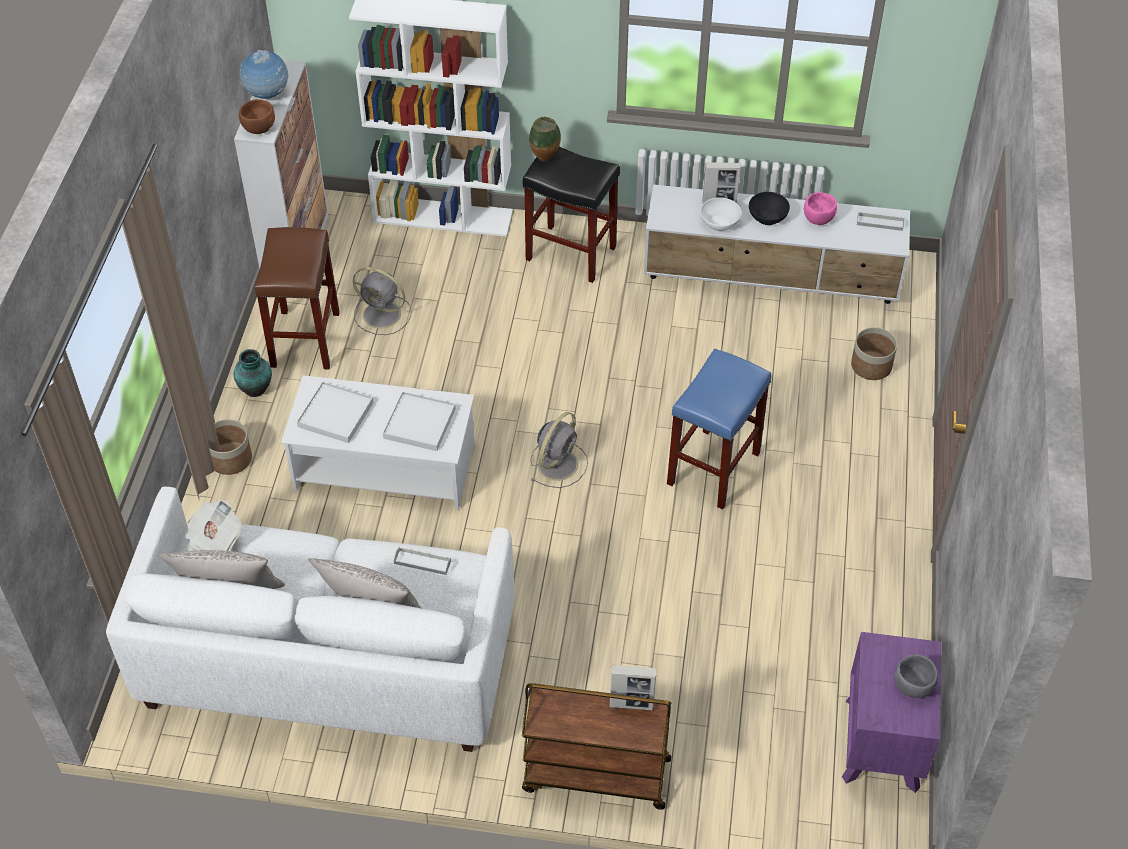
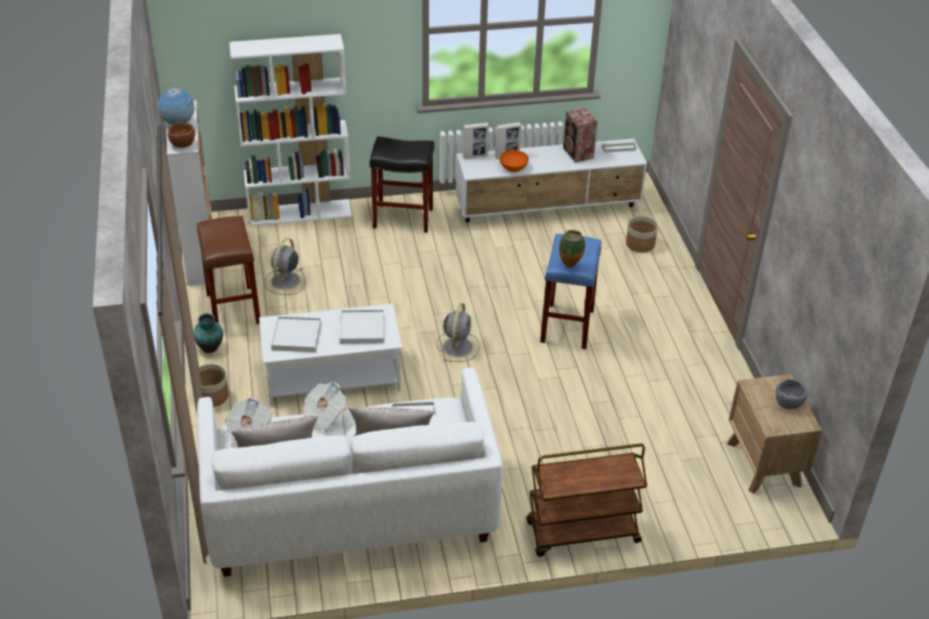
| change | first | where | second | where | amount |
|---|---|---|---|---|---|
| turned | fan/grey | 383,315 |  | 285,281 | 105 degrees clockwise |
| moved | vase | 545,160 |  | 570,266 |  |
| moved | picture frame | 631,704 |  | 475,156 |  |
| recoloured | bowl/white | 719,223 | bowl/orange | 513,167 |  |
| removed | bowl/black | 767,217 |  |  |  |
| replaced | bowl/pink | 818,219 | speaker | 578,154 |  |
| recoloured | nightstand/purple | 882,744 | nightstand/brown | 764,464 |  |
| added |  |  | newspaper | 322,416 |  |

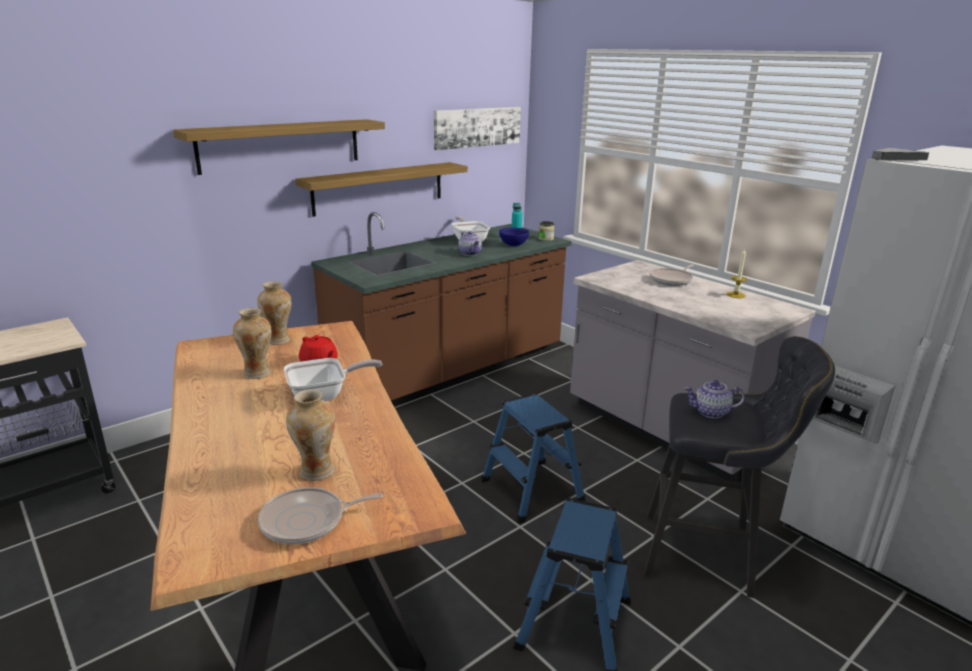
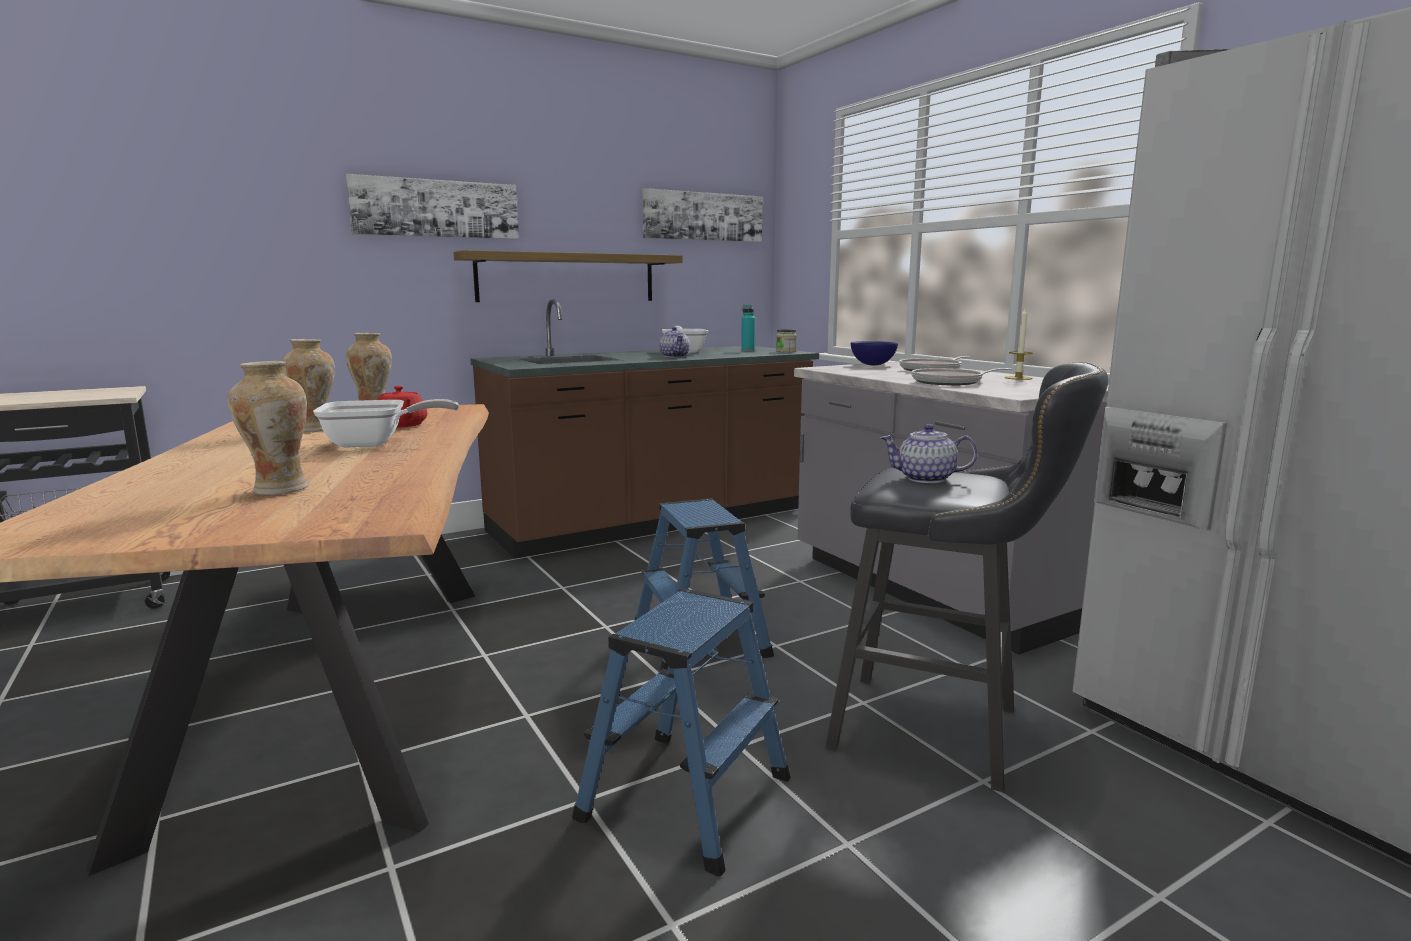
| change | first | where | second | where | amount |
|---|---|---|---|---|---|
| replaced | shelf | 281,145 | picture | 436,208 |  |
| moved | frying pan | 307,521 |  | 950,382 |  |
| moved | bowl/blue | 513,245 |  | 873,365 |  |

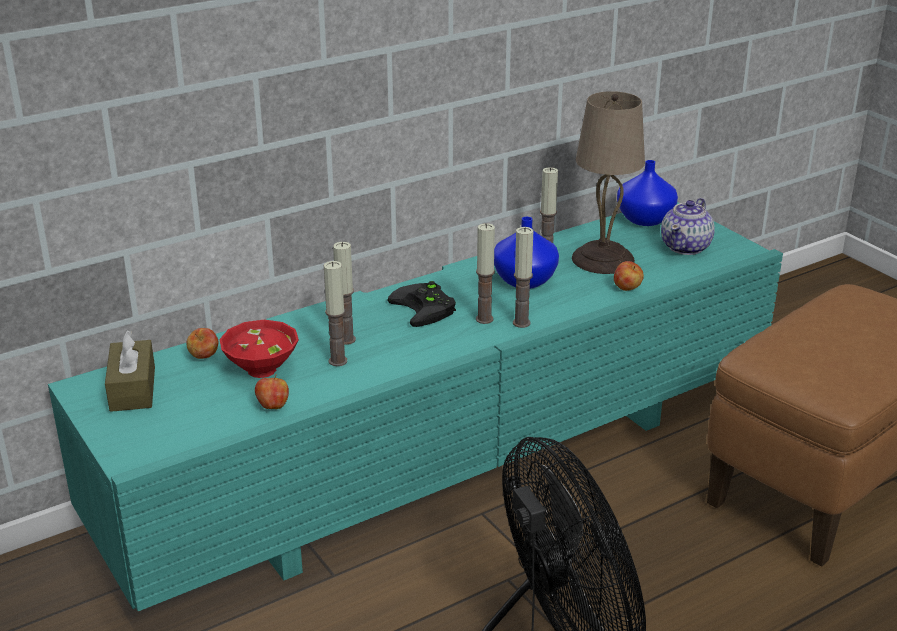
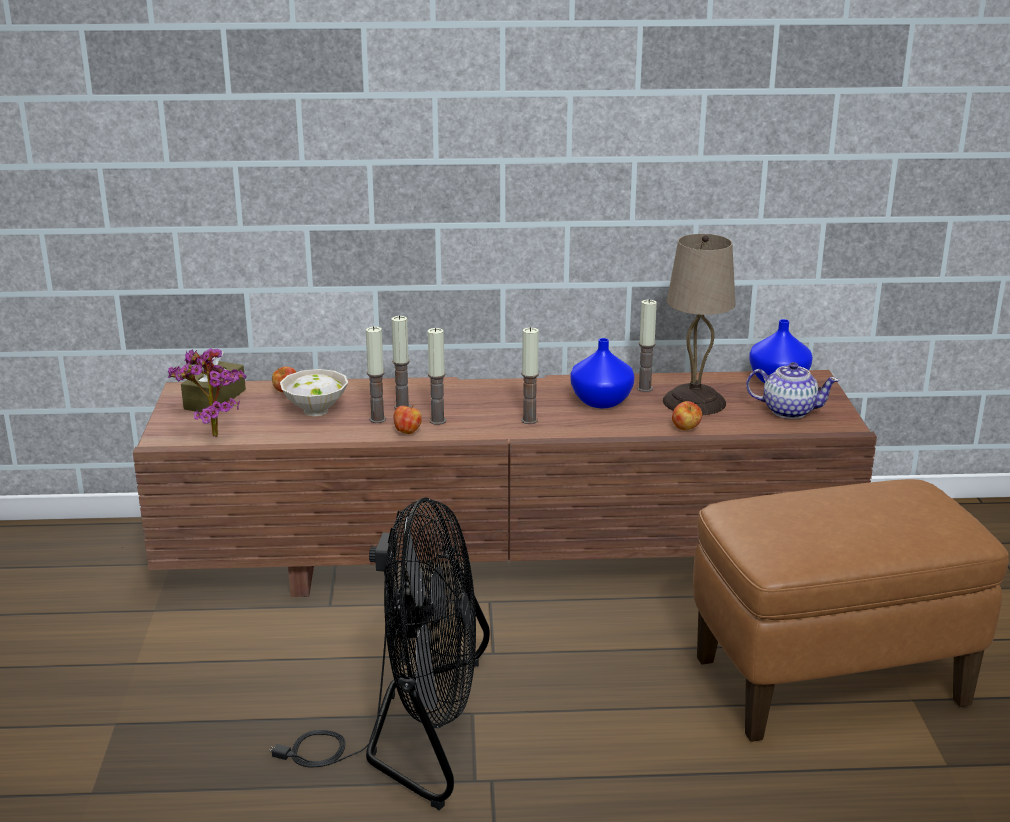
| change | first | where | second | where | amount |
|---|---|---|---|---|---|
| recoloured | tv stand/turquoise | 447,458 | tv stand/brown | 504,553 |  |
| recoloured | bowl/red | 260,370 | bowl/white | 314,411 |  |
| moved | apple | 273,406 |  | 407,432 |  |
| removed | game controller/black | 426,309 |  |  |  |
| moved | candle | 521,323 |  | 437,421 |  |
| turned | teapot | 686,247 |  | 788,411 | 135 degrees counterclockwise |
| added |  |  | potted plant | 211,433 |  |

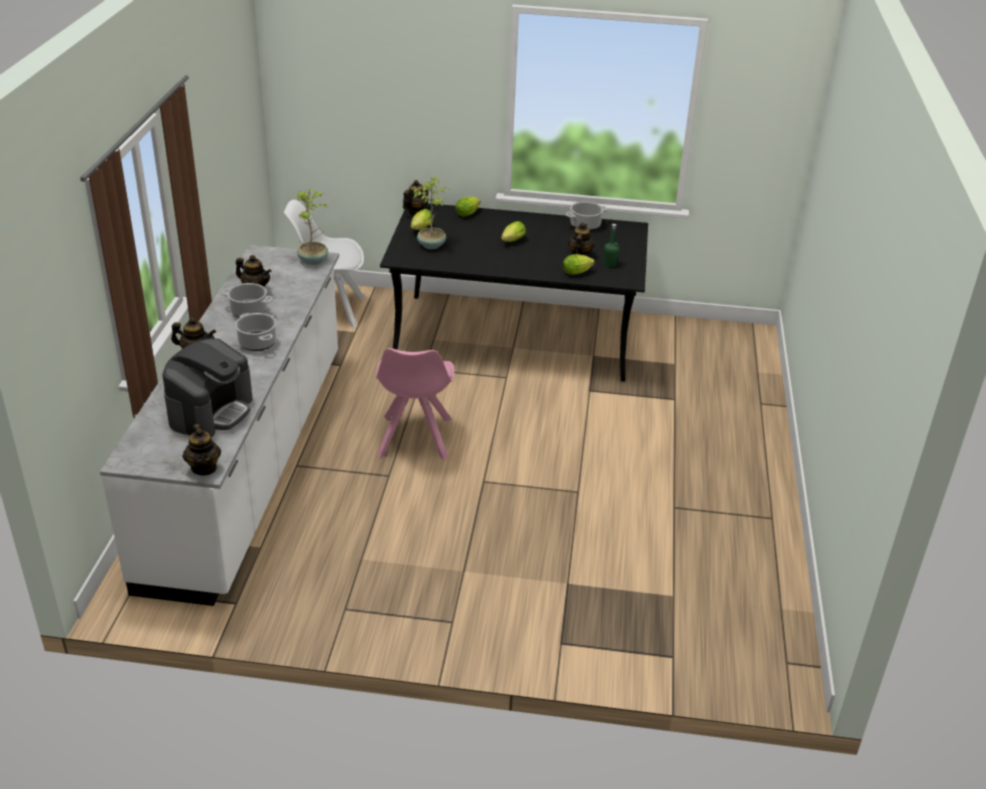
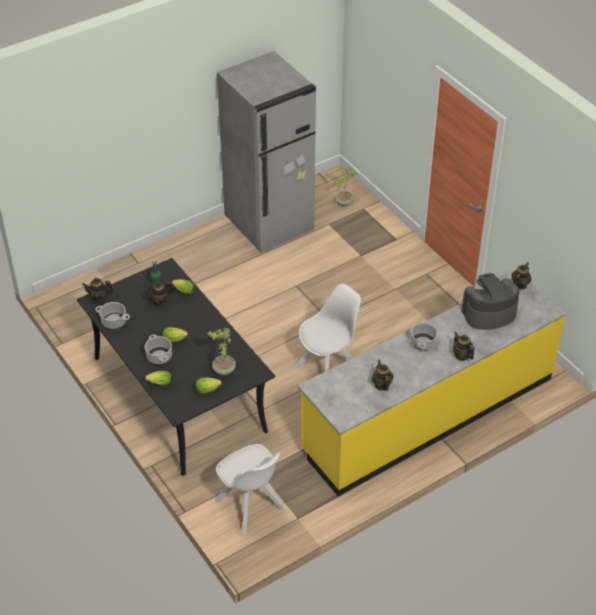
| change | first | where | second | where | amount |
|---|---|---|---|---|---|
| recoloured | counter/white | 250,463 | counter/yellow | 428,413 |  |
| moved | cooking pot | 248,311 |  | 159,356 |  |
| moved | potted plant | 314,260 |  | 343,203 |  |
| recoloured | chair/pink | 414,438 | chair/white | 329,367 |  |
| moved | teapot | 416,211 |  | 99,298 |  |
| added |  |  | fridge/grey | 269,221 |  |

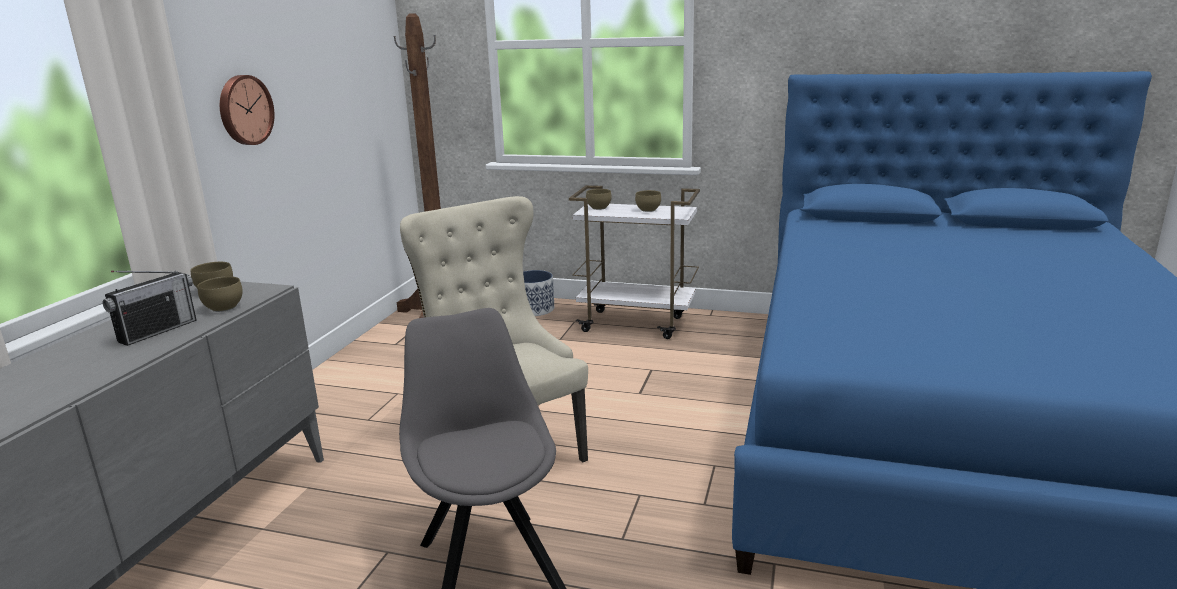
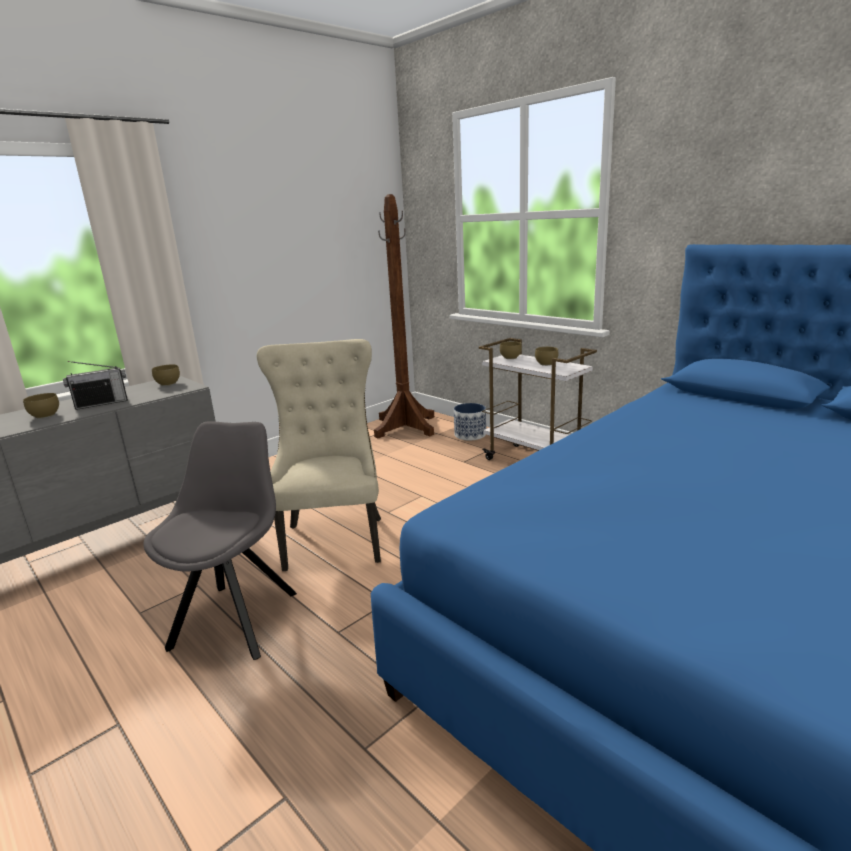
| change | first | where | second | where | amount |
|---|---|---|---|---|---|
| moved | bowl/brown | 223,307 |  | 46,415 |  |
| removed | wall clock | 244,110 |  |  |  |

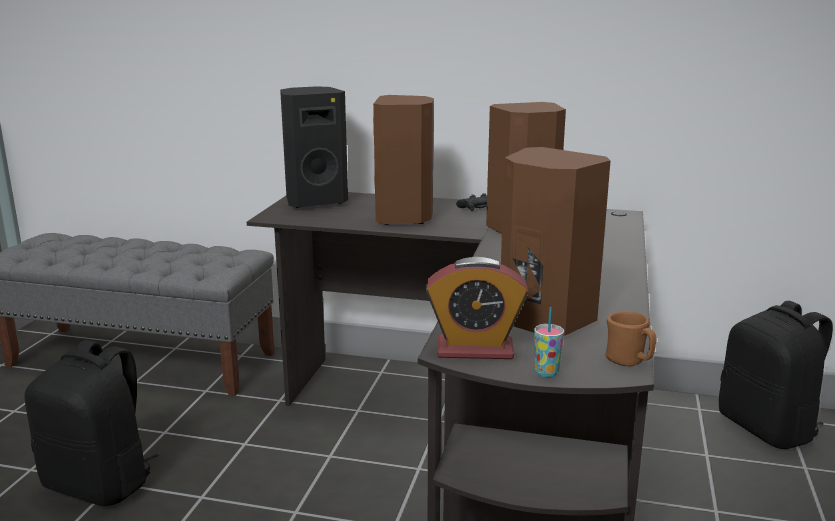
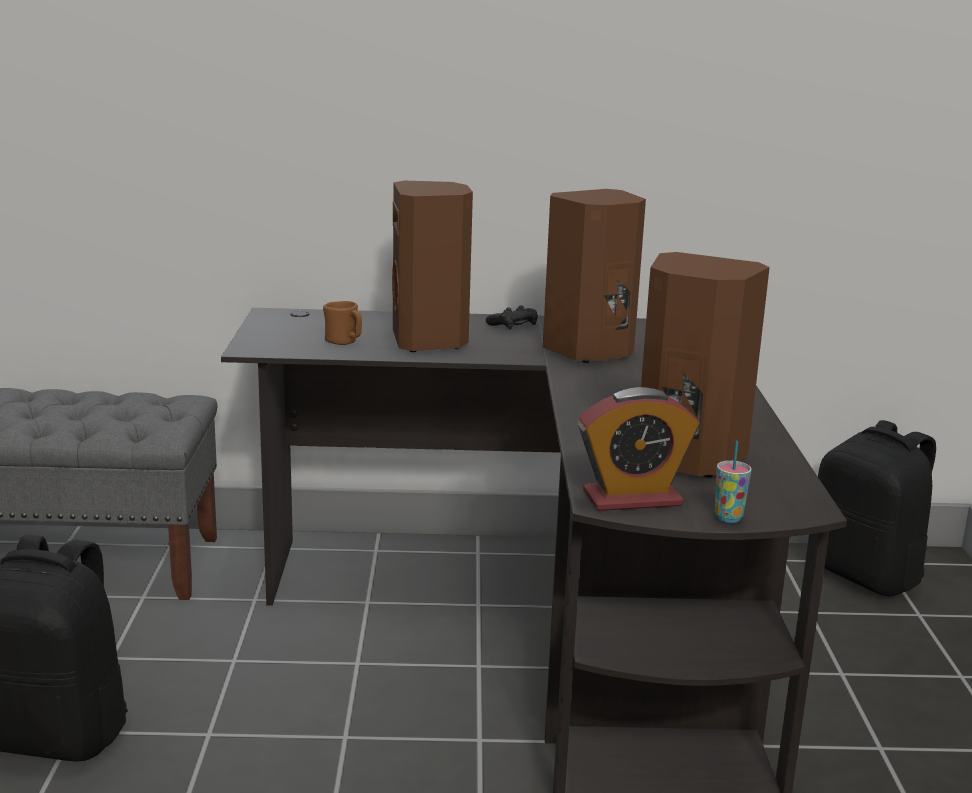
| change | first | where | second | where | amount |
|---|---|---|---|---|---|
| removed | speaker/black | 315,201 |  |  |  |
| moved | mug/brown | 629,362 |  | 344,342 |  |

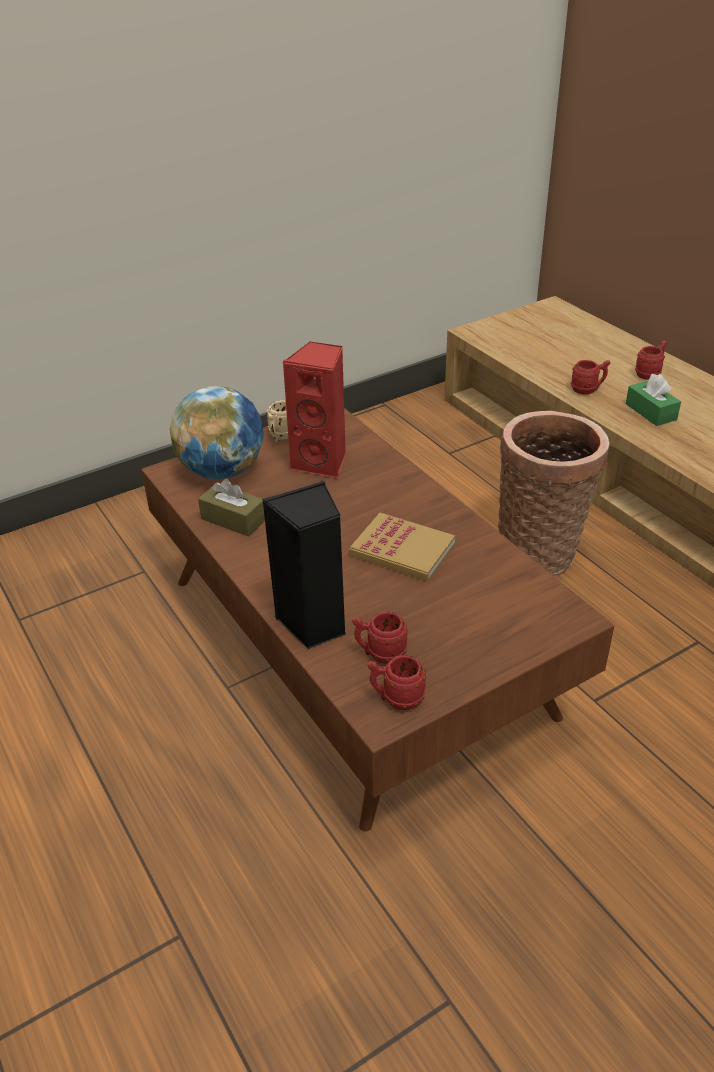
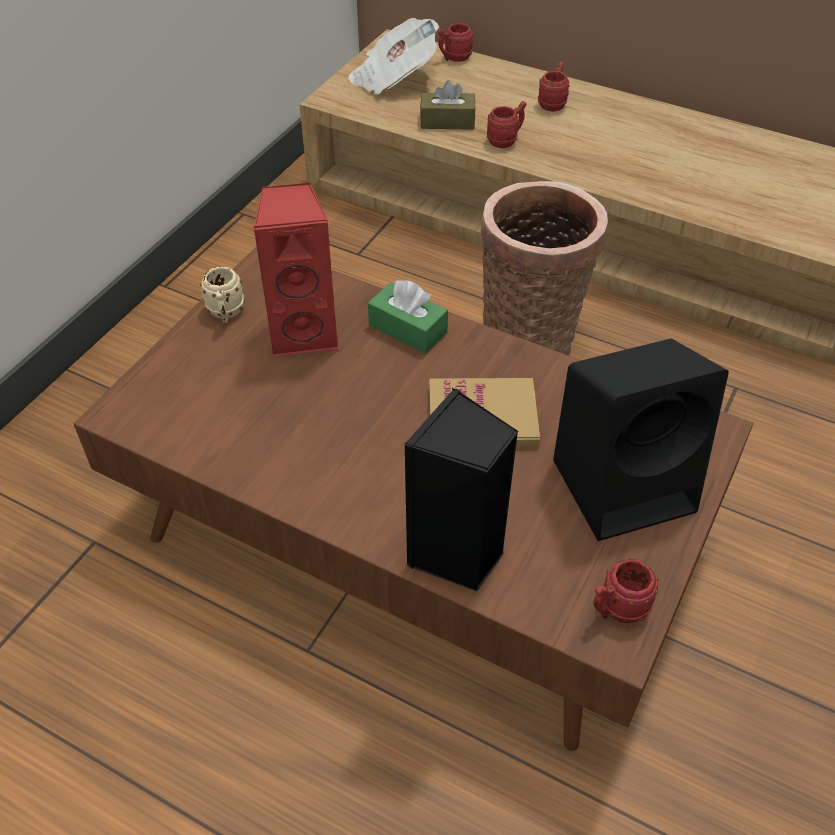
| change | first | where | second | where | amount |
|---|---|---|---|---|---|
| removed | globe | 222,471 |  |  |  |
| moved | tissue box/brown | 233,519 |  | 447,121 |  |
| moved | mug/red | 380,653 |  | 454,58 |  |
| moved | tissue box/green | 650,412 |  | 408,329 |  |
| added |  |  | newspaper | 393,78 |  |
| added |  |  | speaker/black | 626,484 |  |

